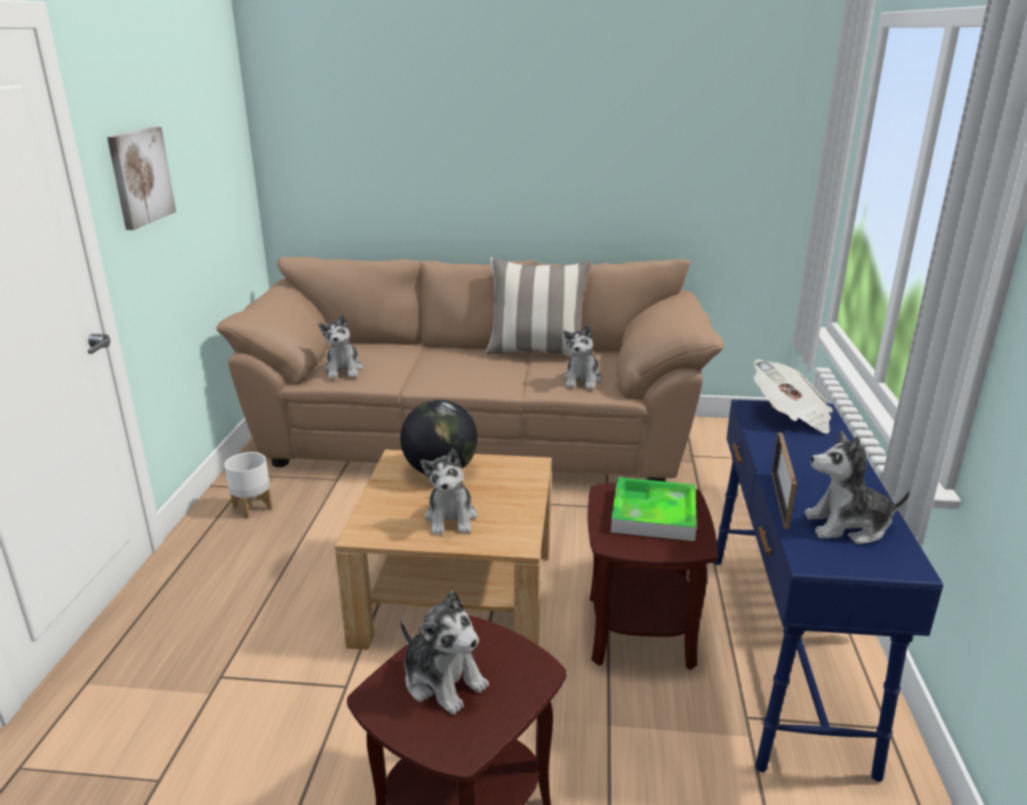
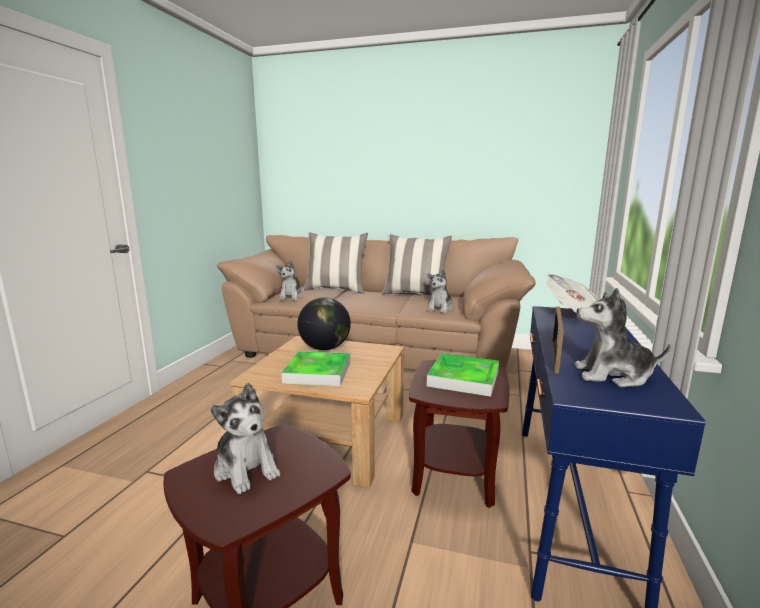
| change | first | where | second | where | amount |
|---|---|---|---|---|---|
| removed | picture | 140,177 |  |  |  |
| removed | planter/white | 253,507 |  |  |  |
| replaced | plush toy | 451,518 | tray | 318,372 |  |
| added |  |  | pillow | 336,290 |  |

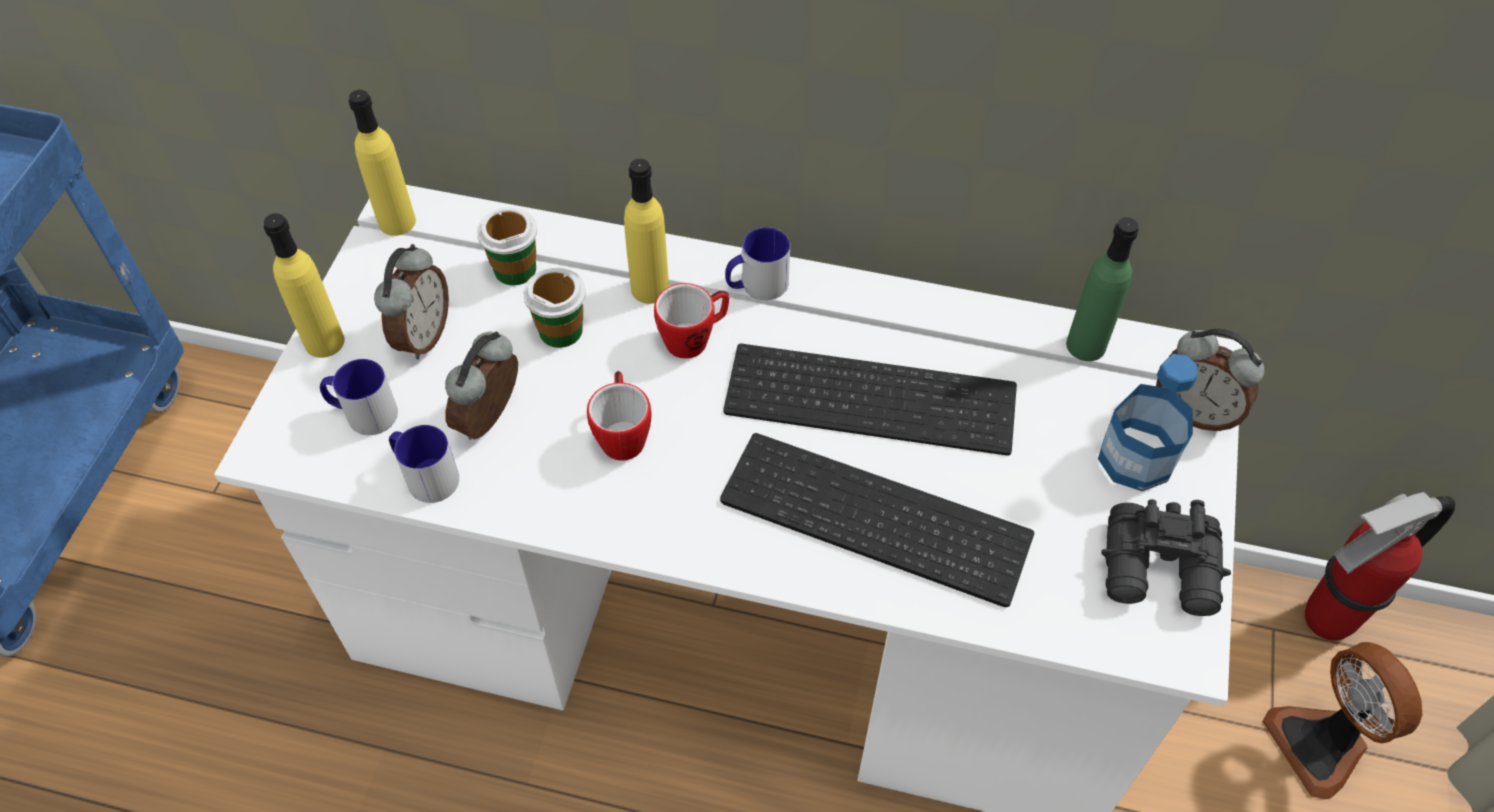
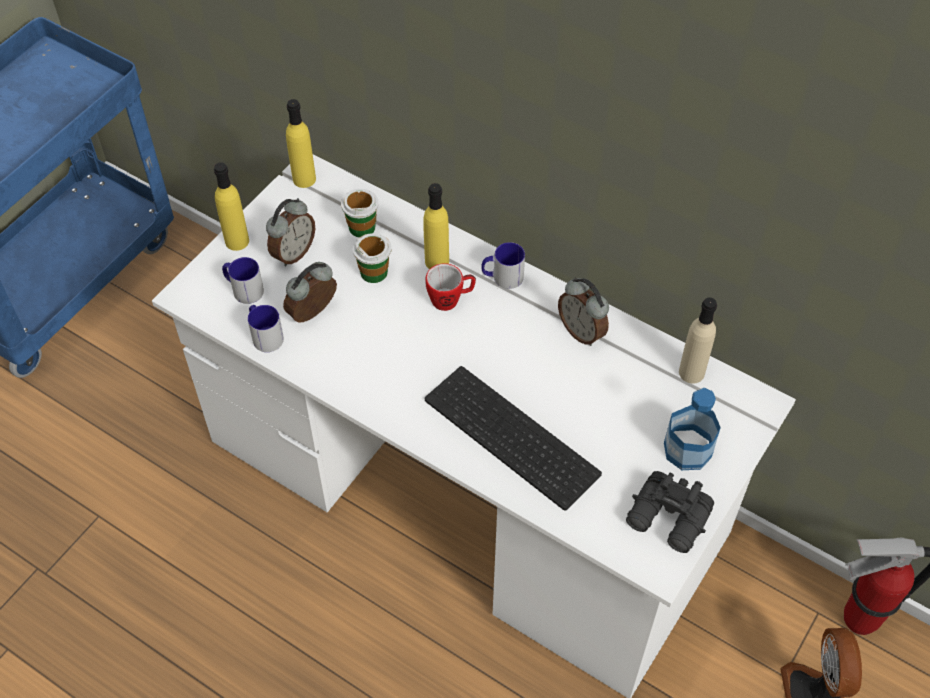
| change | first | where | second | where | amount |
|---|---|---|---|---|---|
| removed | mug | 622,434 |  |  |  |
| removed | keyboard | 874,396 |  |  |  |
| recoloured | bottle/green | 1086,345 | bottle/beige | 691,372 |  |
| moved | alarm clock | 1194,412 |  | 582,331 |  |

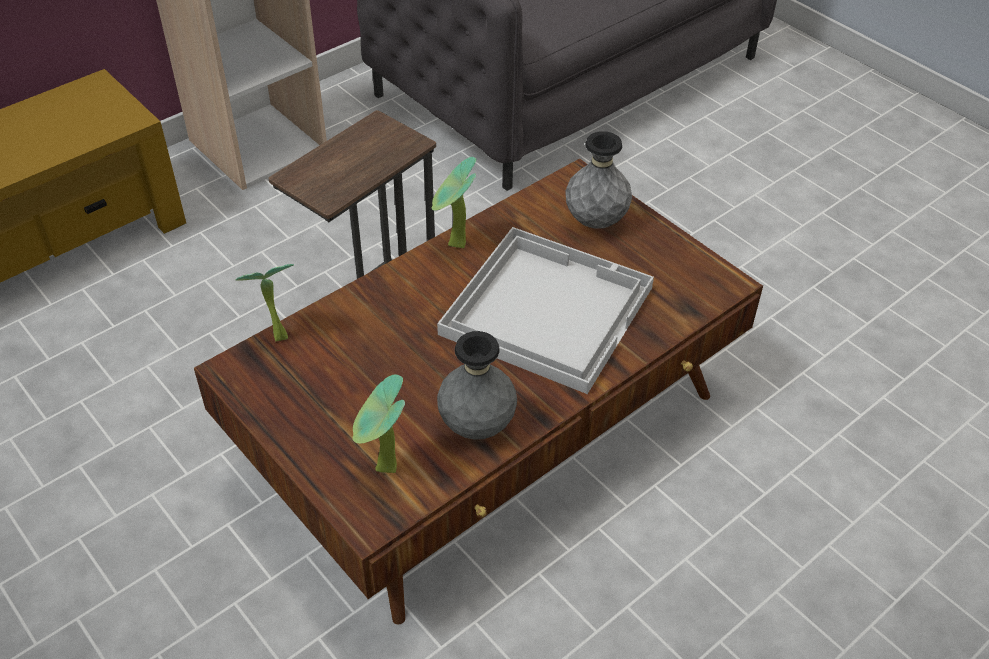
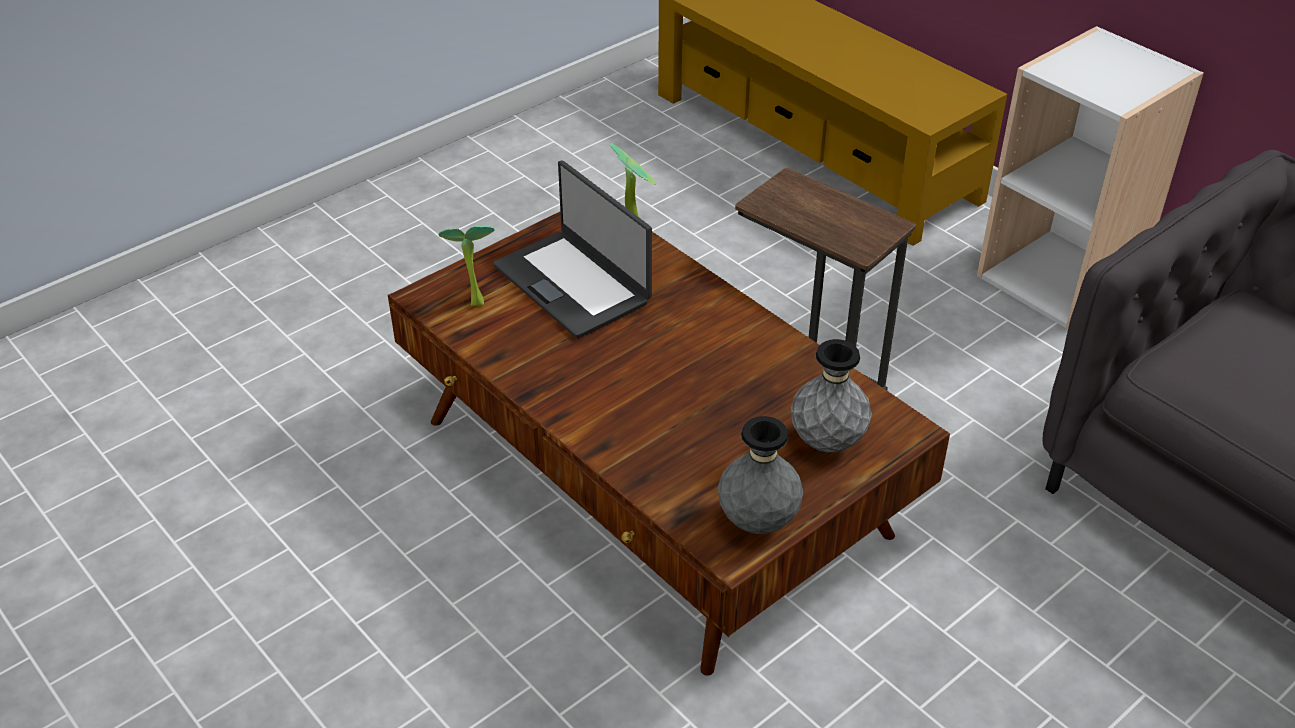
| change | first | where | second | where | amount |
|---|---|---|---|---|---|
| removed | potted plant | 454,247 |  |  |  |
| removed | tray/white | 546,309 |  |  |  |
| moved | vase/grey | 477,426 |  | 757,522 |  |
| added |  |  | laptop | 573,283 |  |

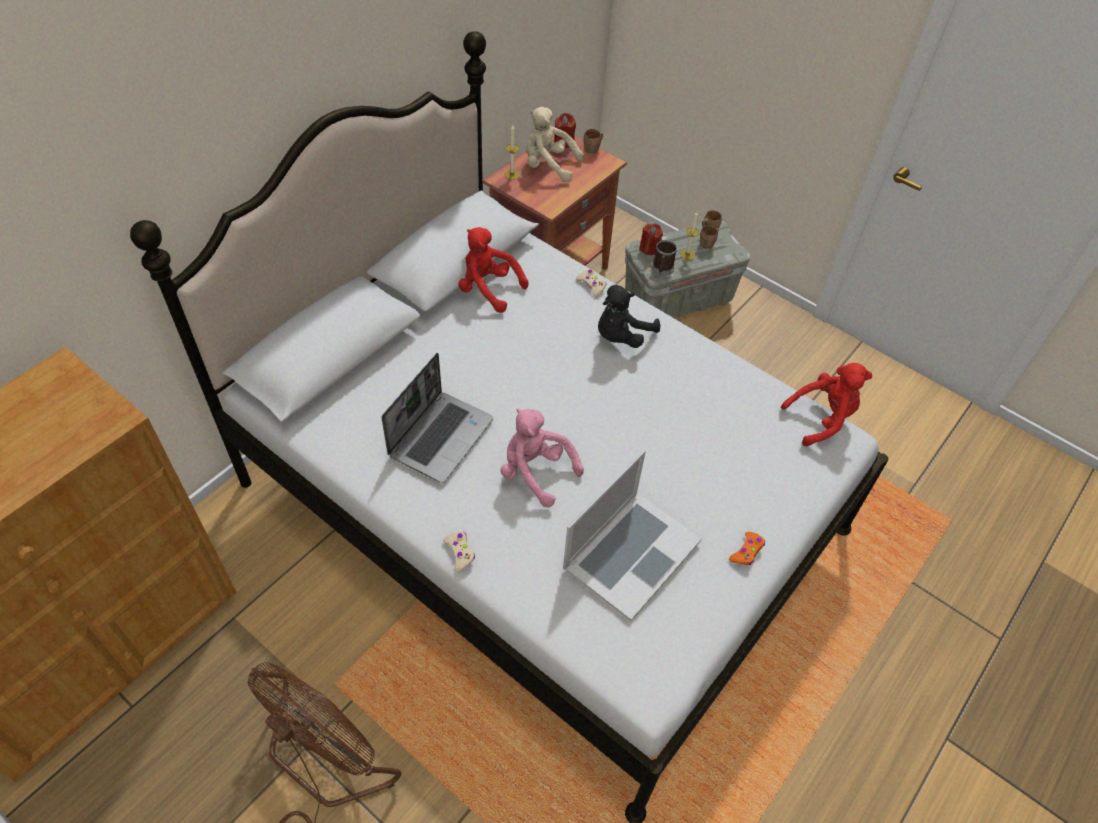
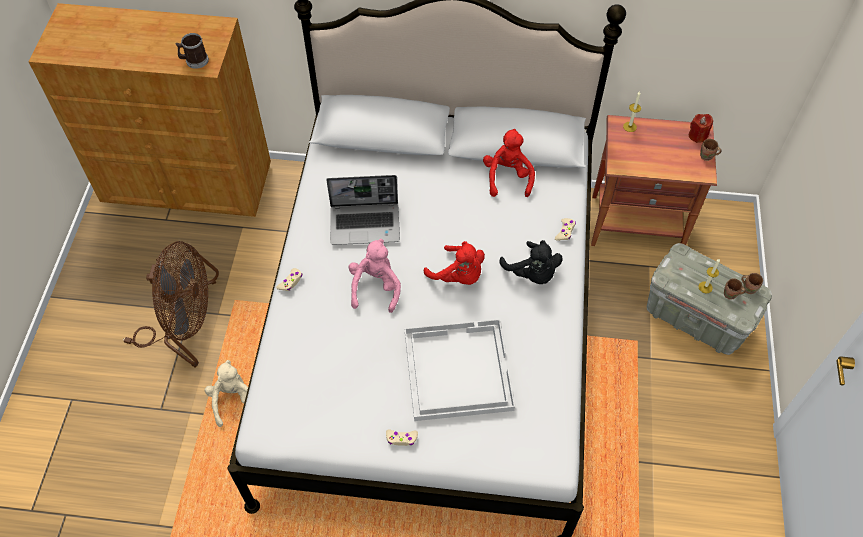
| change | first | where | second | where | amount |
|---|---|---|---|---|---|
| moved | plush toy/beige | 548,166 |  | 234,401 |  |
| removed | laptop | 631,553 |  |  |  |
| turned | plush toy/black | 621,336 |  | 532,273 | 135 degrees counterclockwise |
| removed | candle/red | 649,248 |  |  |  |
| moved | mug | 662,269 |  | 194,61 |  |
| recoloured | game controller/orange | 747,552 | game controller/beige | 401,439 |  |
| moved | plush toy/red | 822,418 |  | 458,276 |  |
| added |  |  | tray/white | 456,370 |  |

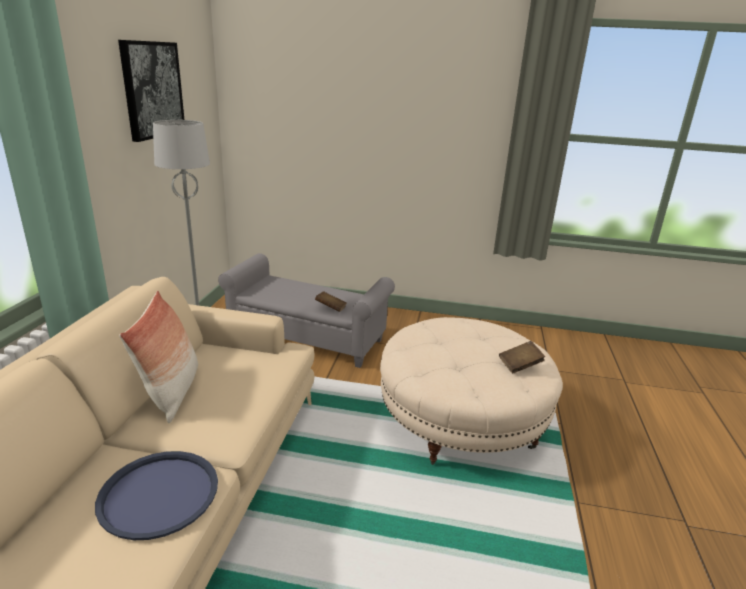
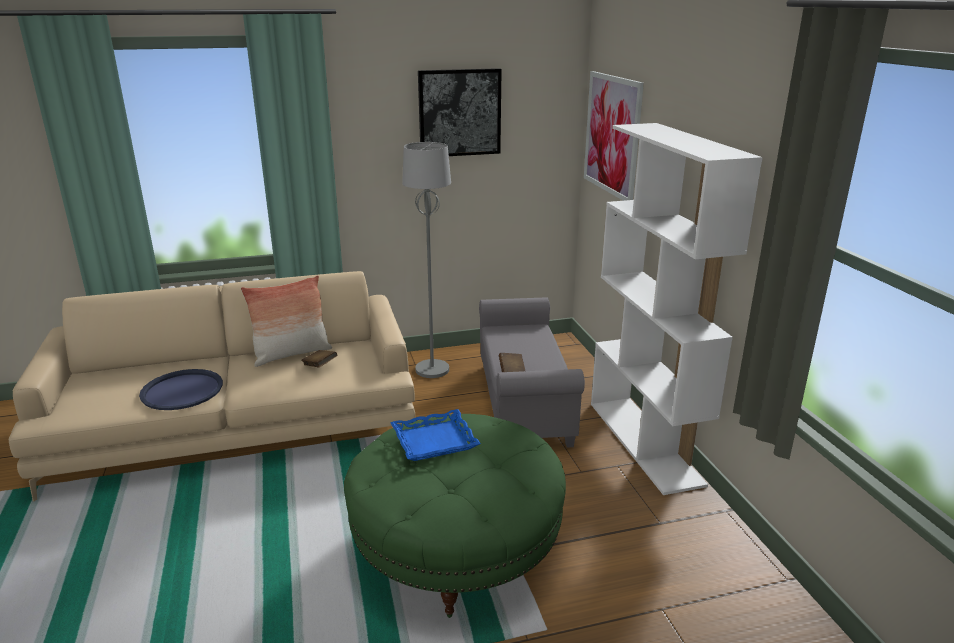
| change | first | where | second | where | amount |
|---|---|---|---|---|---|
| recoloured | ottoman/beige | 461,423 | ottoman/green | 456,548 |  |
| moved | book/brown | 520,365 |  | 320,366 |  |
| added |  |  | tray/blue | 434,441 |  |
| added |  |  | picture | 612,135 |  |
| added |  |  | bookcase/white | 645,442 |  |

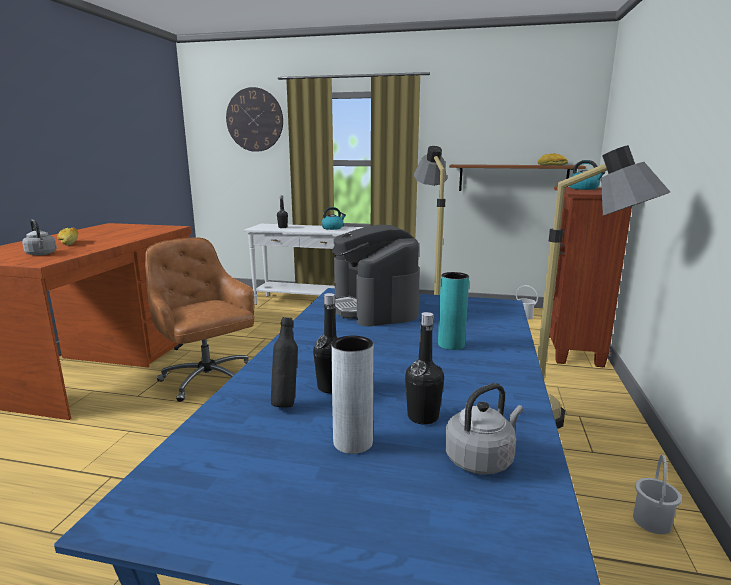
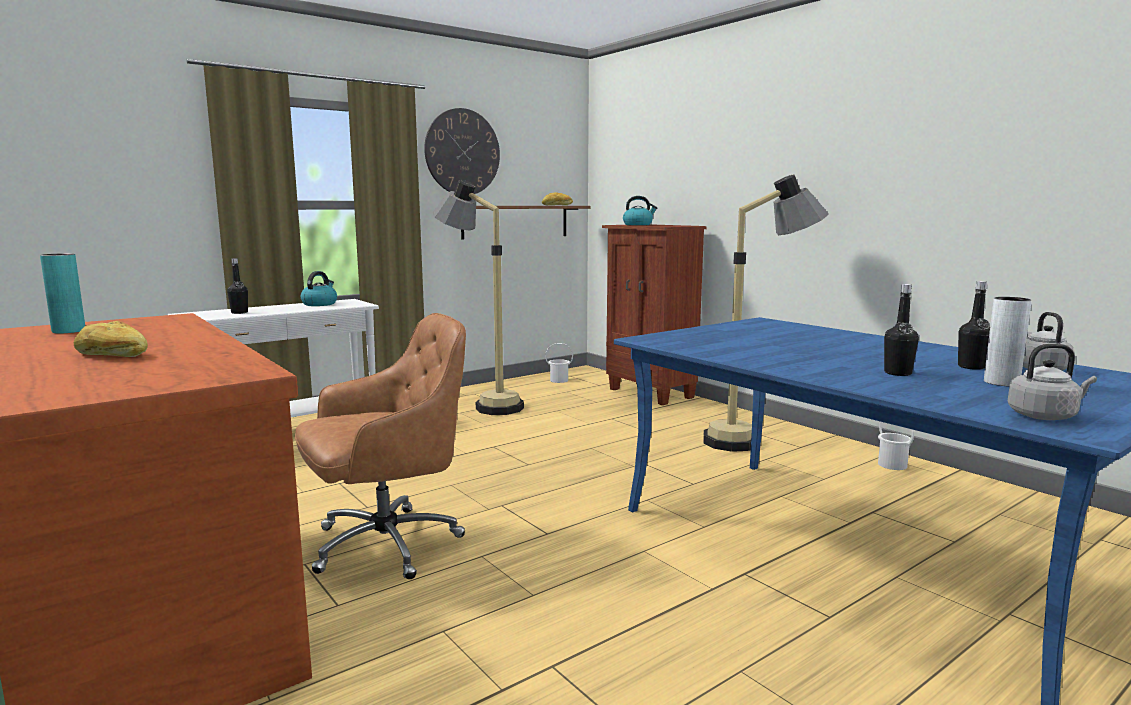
| change | first | where | second | where | amount |
|---|---|---|---|---|---|
| moved | kettle/grey | 41,254 |  | 1045,416 |  |
| turned | office chair/brown | 208,378 |  | 386,544 | 150 degrees clockwise |
| moved | wall clock | 254,120 |  | 462,152 |  |
| removed | bottle/black | 286,402 |  |  |  |
| removed | coffee machine | 374,308 |  |  |  |
| moved | vase/turquoise | 451,345 |  | 68,331 |  |

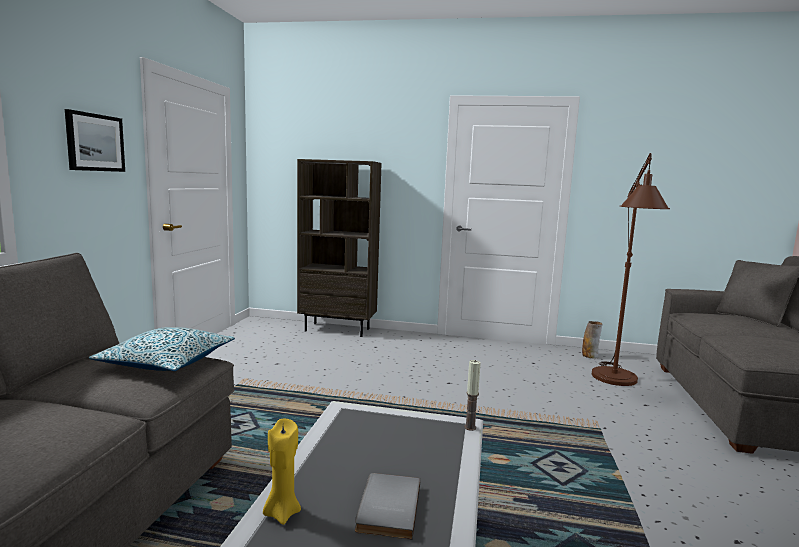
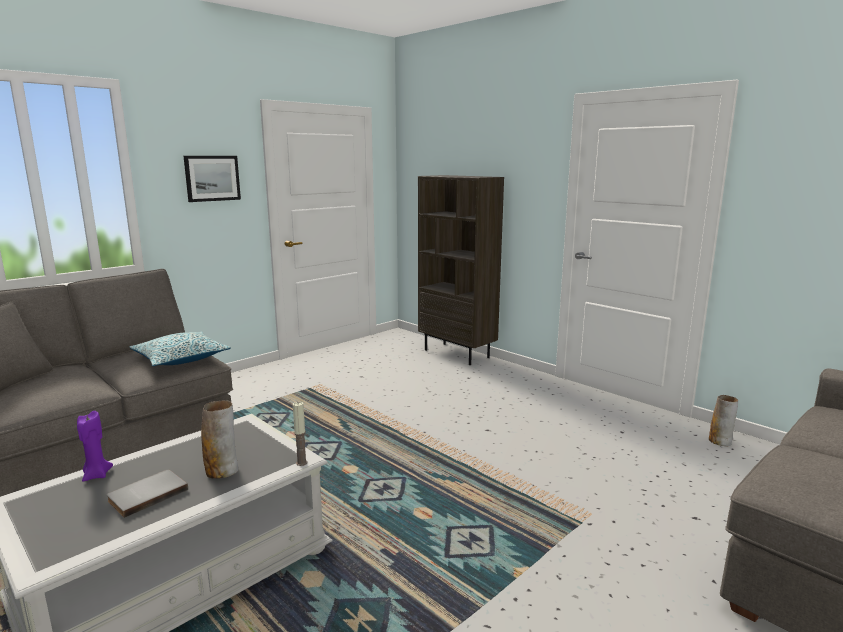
| change | first | where | second | where | amount |
|---|---|---|---|---|---|
| recoloured | candle/yellow | 282,512 | candle/purple | 96,475 |  |
| removed | floor lamp/brown | 615,382 |  |  |  |
| added |  |  | vase | 222,470 |  |

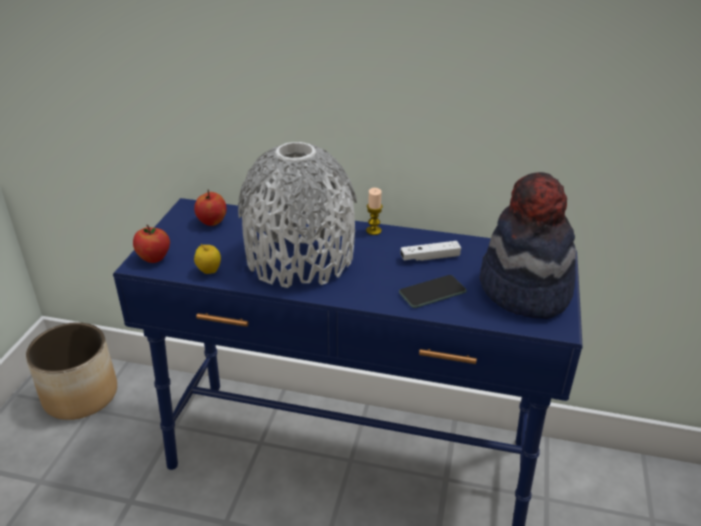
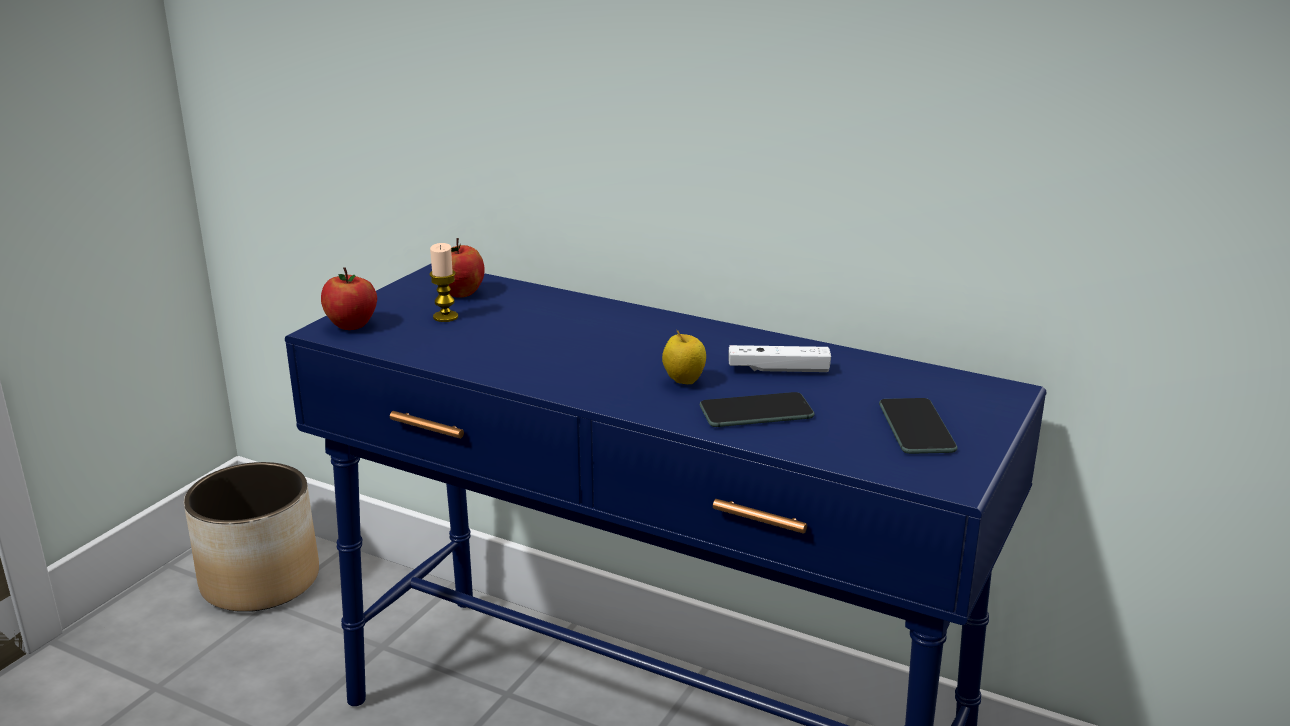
| change | first | where | second | where | amount |
|---|---|---|---|---|---|
| moved | apple | 209,272 |  | 683,382 |  |
| removed | vase/grey | 300,258 |  |  |  |
| moved | candle | 373,231 |  | 445,317 |  |
| replaced | hat | 524,290 | phone | 916,427 |  |

